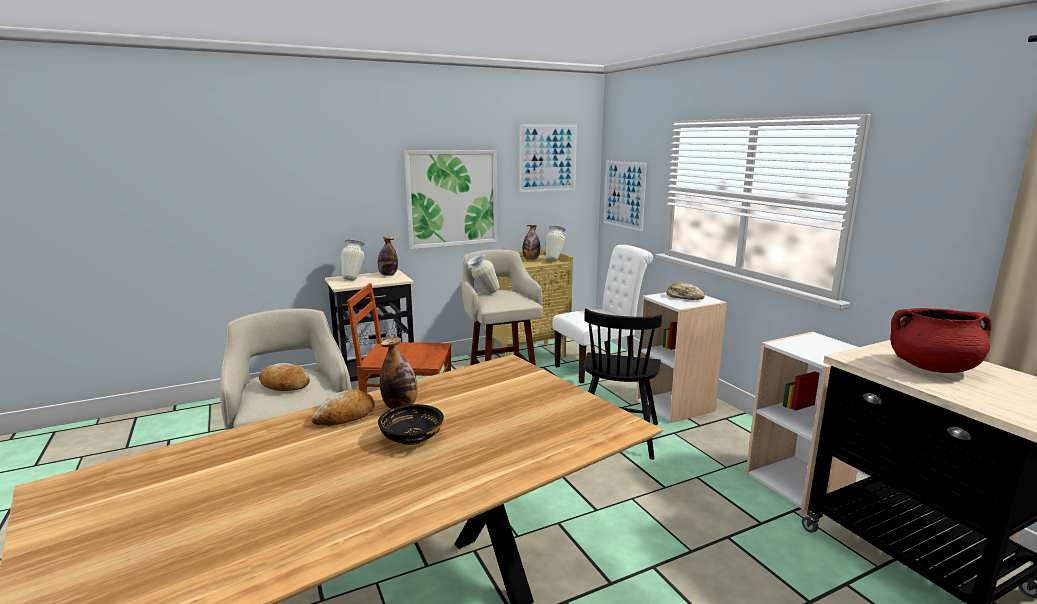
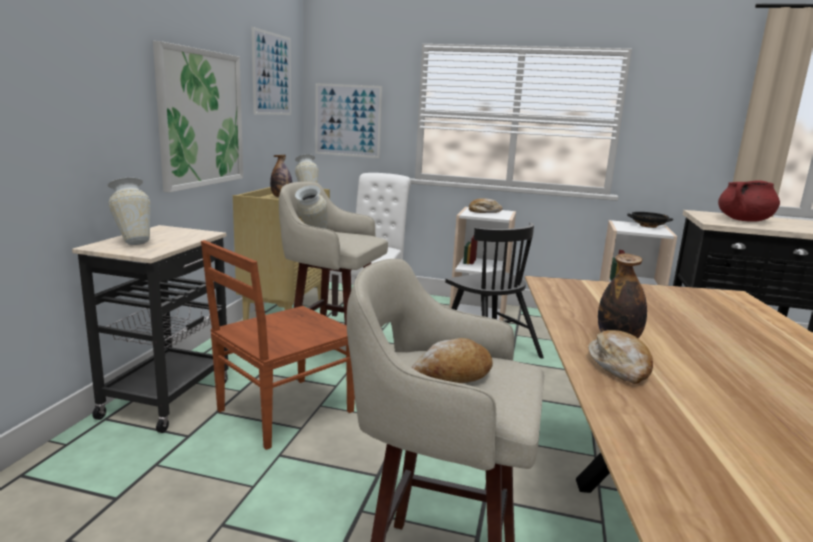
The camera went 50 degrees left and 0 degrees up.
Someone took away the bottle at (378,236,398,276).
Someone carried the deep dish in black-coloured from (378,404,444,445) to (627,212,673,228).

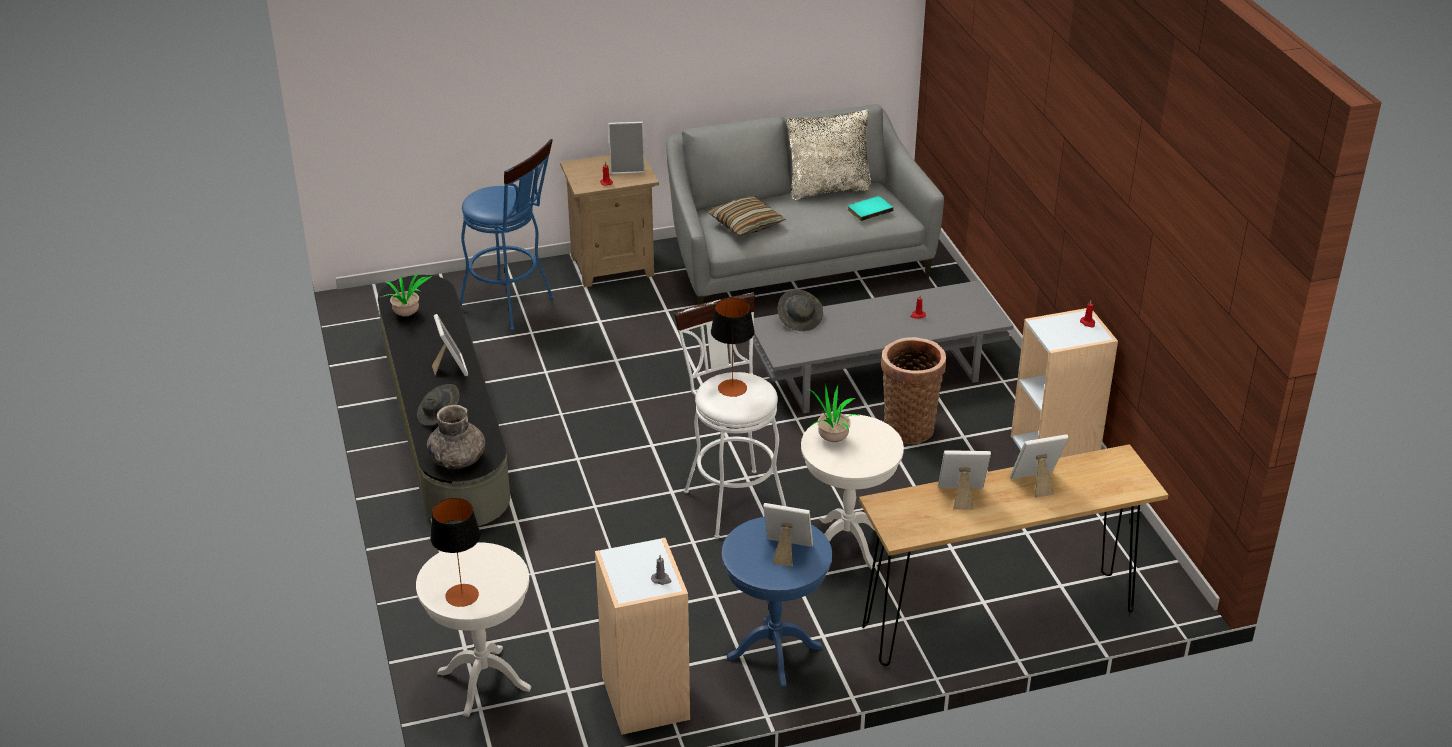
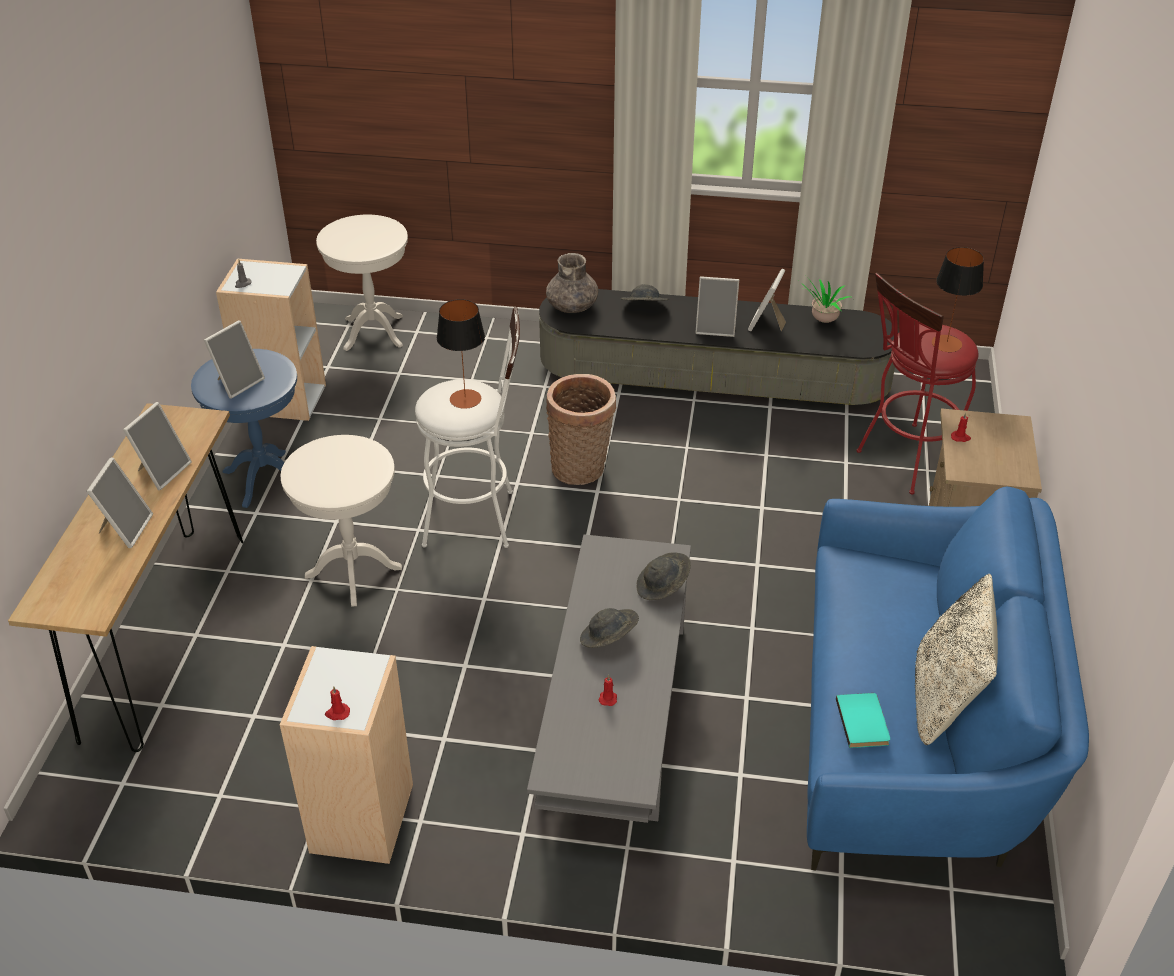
The camera went 115 degrees right and 5 degrees up.
Someone repainted the sofa in gray at (666,104,944,305), which became the sofa in bluish at (807,487,1089,870).
Someone carried the standing frame from (608,122,645,174) to (748,269,786,331).
Someone repainted the stool in bluish at (460,139,554,330), which became the stool in red at (856,273,978,494).
Someone took away the pillow at (708,196,786,236).
Someone carried the storage basket from (881,337,946,444) to (546,374,616,485).
Someone took away the plant in a pot at (808,383,859,442).
Someone carried the table lamp from (430,498,481,607) to (932,247,984,352).
Someone put down the wearable hat in gray at (580,608,639,648).

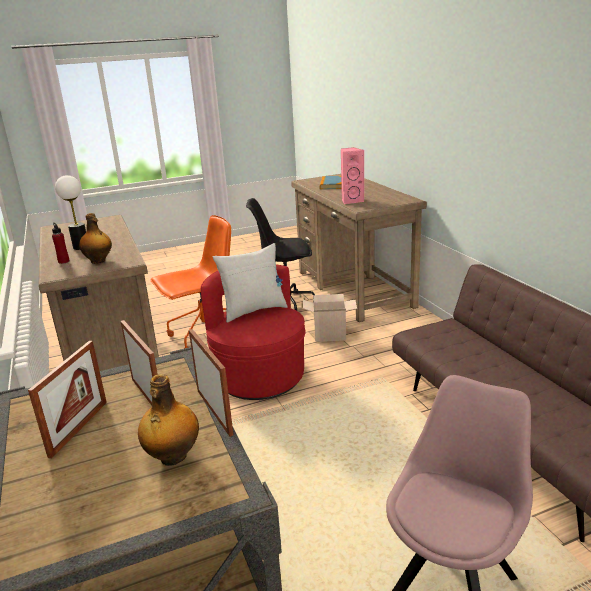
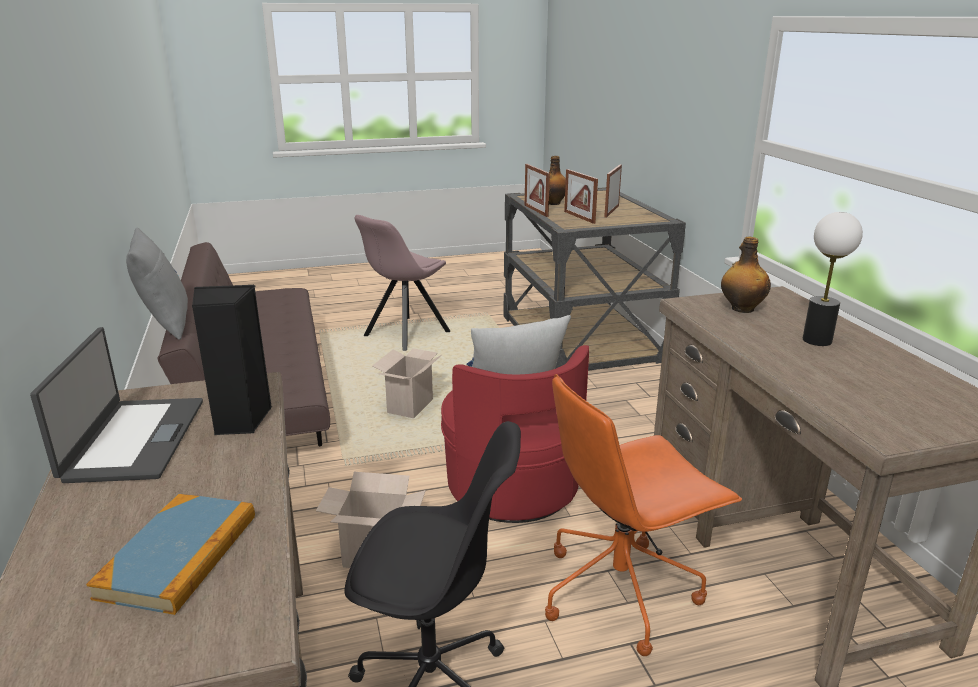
The camera went 175 degrees left and 0 degrees up.
Someone repainted the speaker in pink-coloured at (341,147,364,204), which became the speaker in black-coloured at (192,284,272,435).
Someone took away the bottle in red at (52,222,70,264).
Someone put down the pillow in gray at (126,227,188,340).
Someone put down the notebook computer at (30,327,203,483).
Someone put down the packing box at (372,348,442,418).

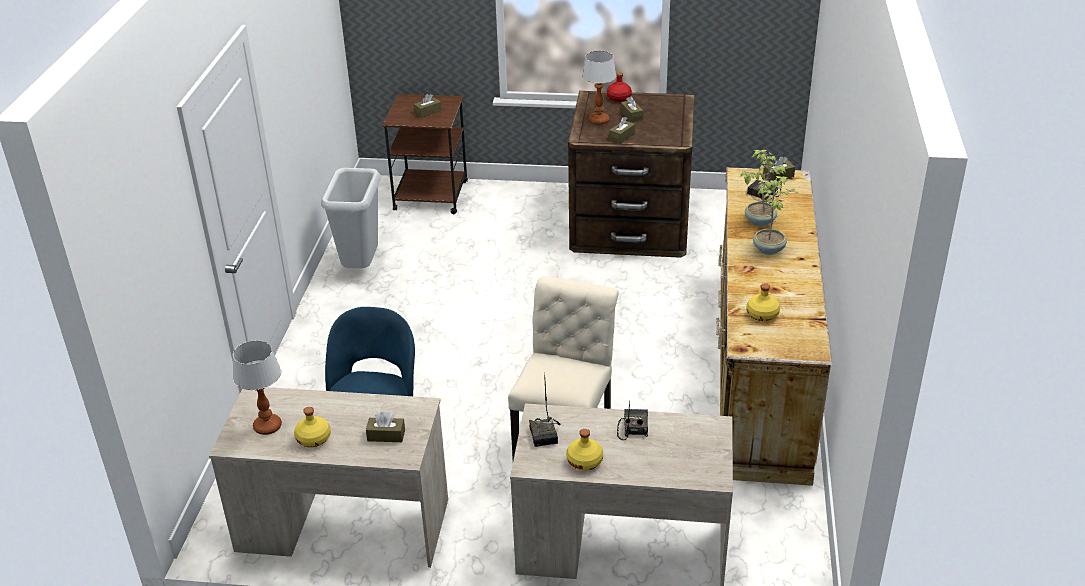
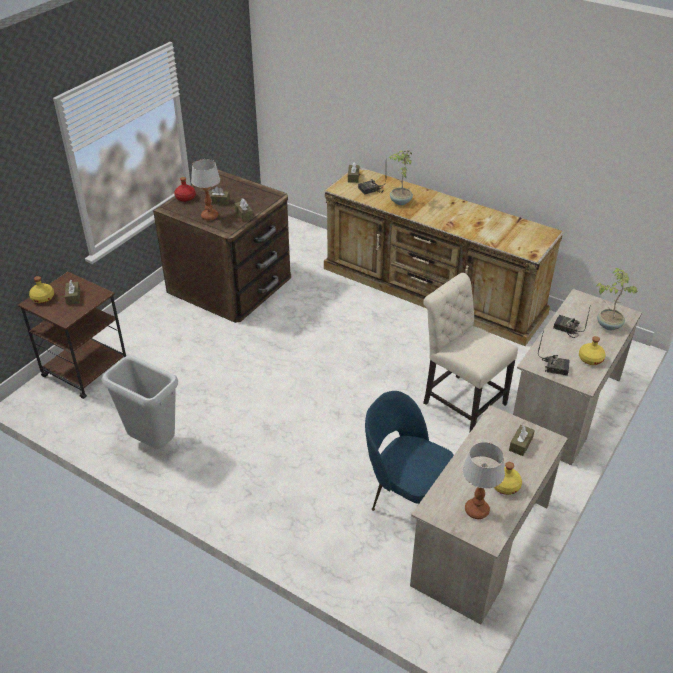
The camera went 65 degrees left and 5 degrees up.
Someone carried the plant in a pot from (753,176,797,255) to (596,268,638,330).
Someone carried the bottle in yellowish from (746,283,780,321) to (29,276,54,303).

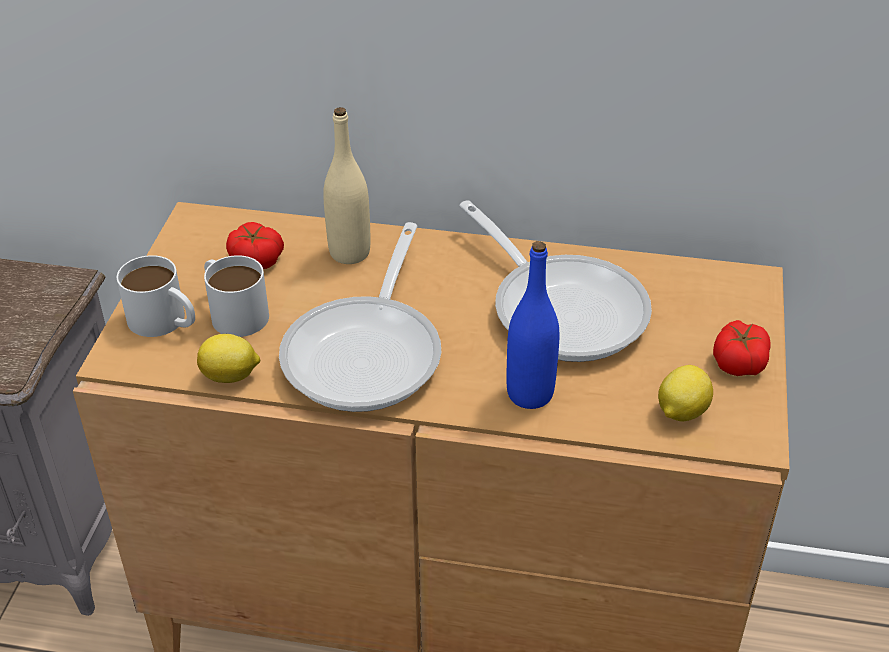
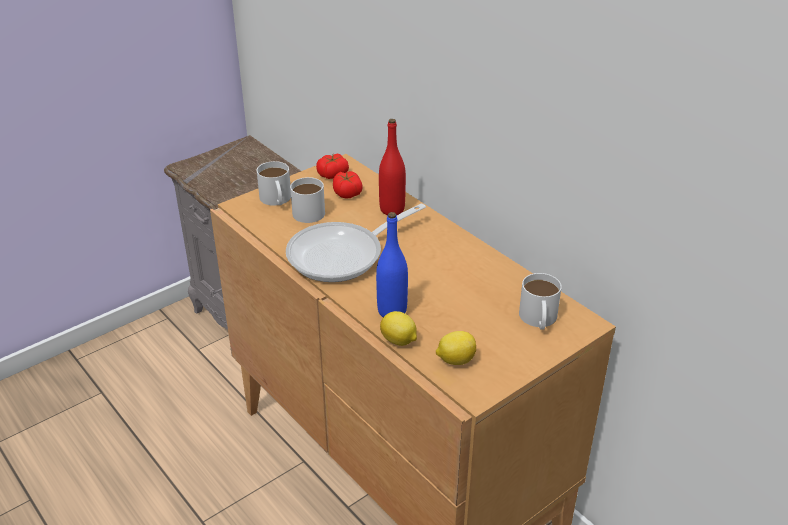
The camera went 40 degrees right and 5 degrees down.
Someone repainted the bottle in beige-coloured at (323,107,370,264), which became the bottle in red at (379,119,406,215).
Someone took away the skillet at (459,200,652,362).
Someone carried the whole tomato from (713,320,771,376) to (316,154,349,179).
Someone carried the lemon from (197,334,260,383) to (380,311,417,346).
Someone put down the coffee mug in white at (519,273,562,330).

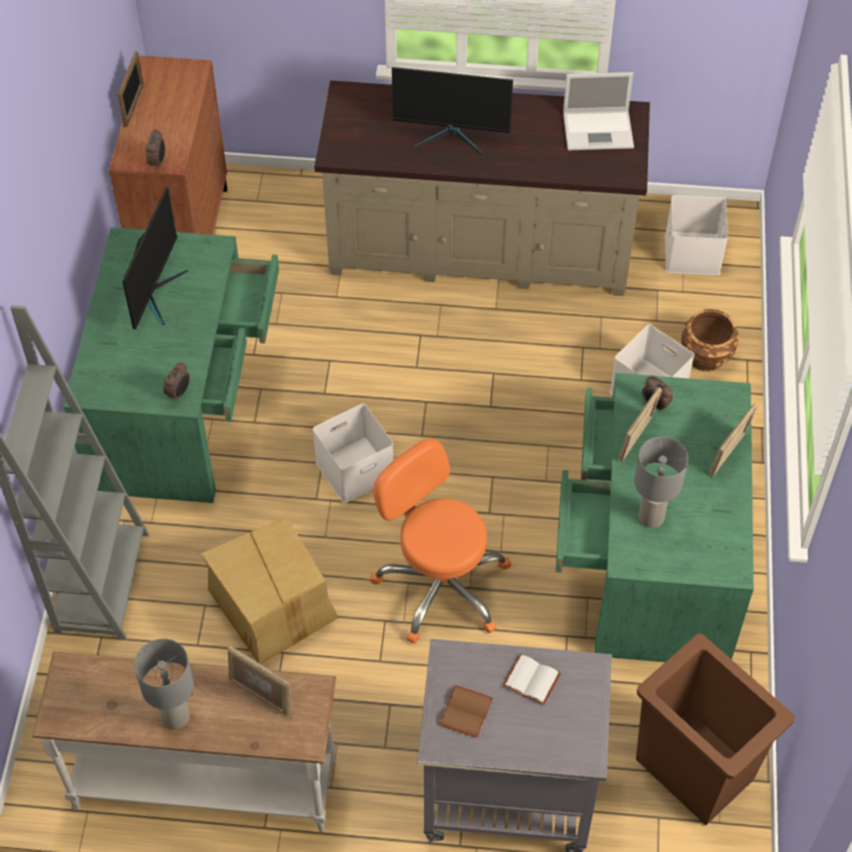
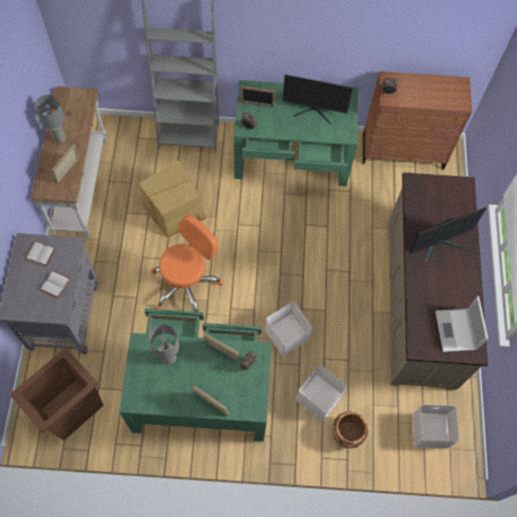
The camera went 85 degrees right and 10 degrees up.
Someone carried the standing frame from (117,51,144,127) to (240,86,275,107).
Someone rotated the computer display at (392,67,513,155) by 120 degrees counterclockwise.
Someone carried the storage bin in white from (313,403,393,503) to (265,302,312,356).
Someone repainted the book in brownish at (439,685,493,738), which became the book in white at (25,241,55,266).

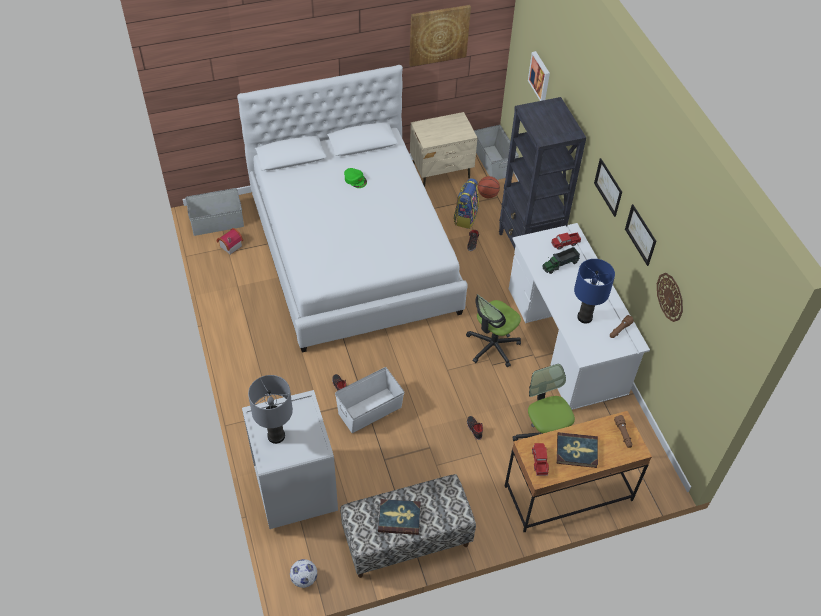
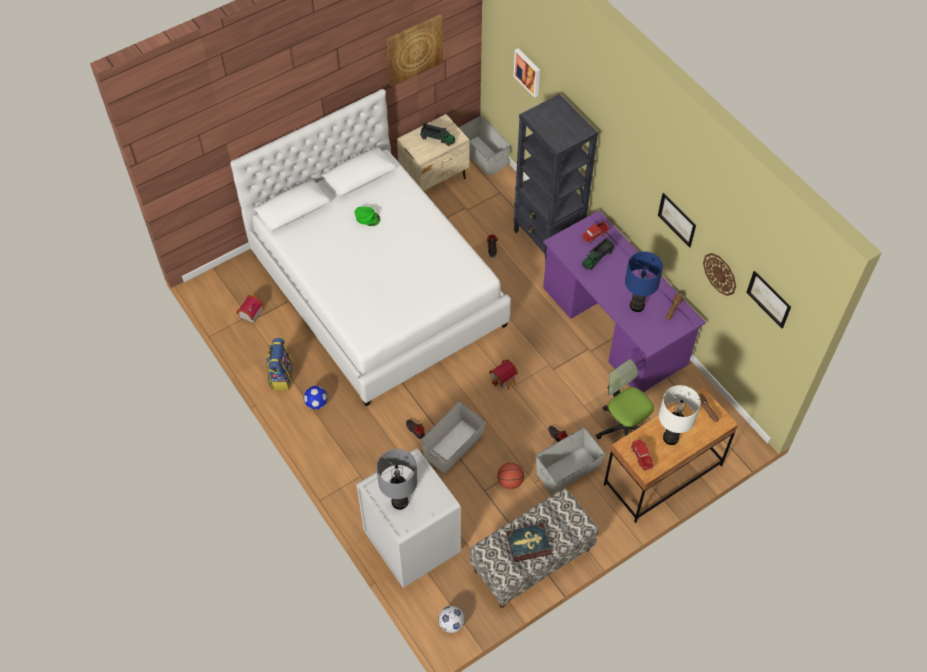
The camera went 15 degrees left and 5 degrees up.
Someone carried the picture from (594,158,622,217) to (746,271,791,328).
Someone carried the ball for basketball from (478,176,500,198) to (497,463,524,489).
Someone carried the knapsack from (453,178,479,229) to (266,338,293,390).
Someone carried the storage bin in gray from (186,188,244,236) to (536,427,605,494).
Someone repainted the desk in white at (509,223,650,410), which became the desk in purple-coloured at (543,211,706,393).
Someone took away the computer chair at (466,294,521,367).
Someone swapped the book at (557,432,598,468) for the table lamp in white at (659,385,701,445).
Someone put down the model truck at (420,124,455,146).
Someone put down the model house at (489,359,518,390).
Someone put down the football at (304,386,327,409).

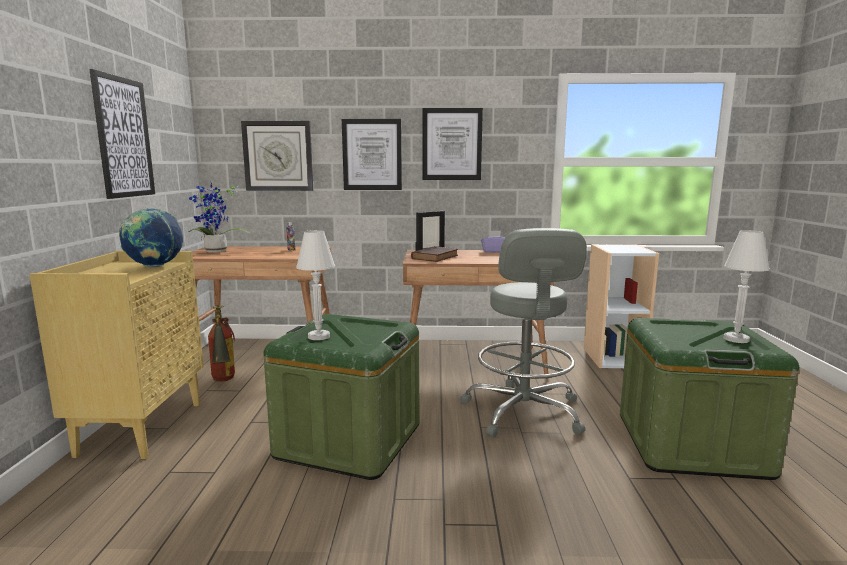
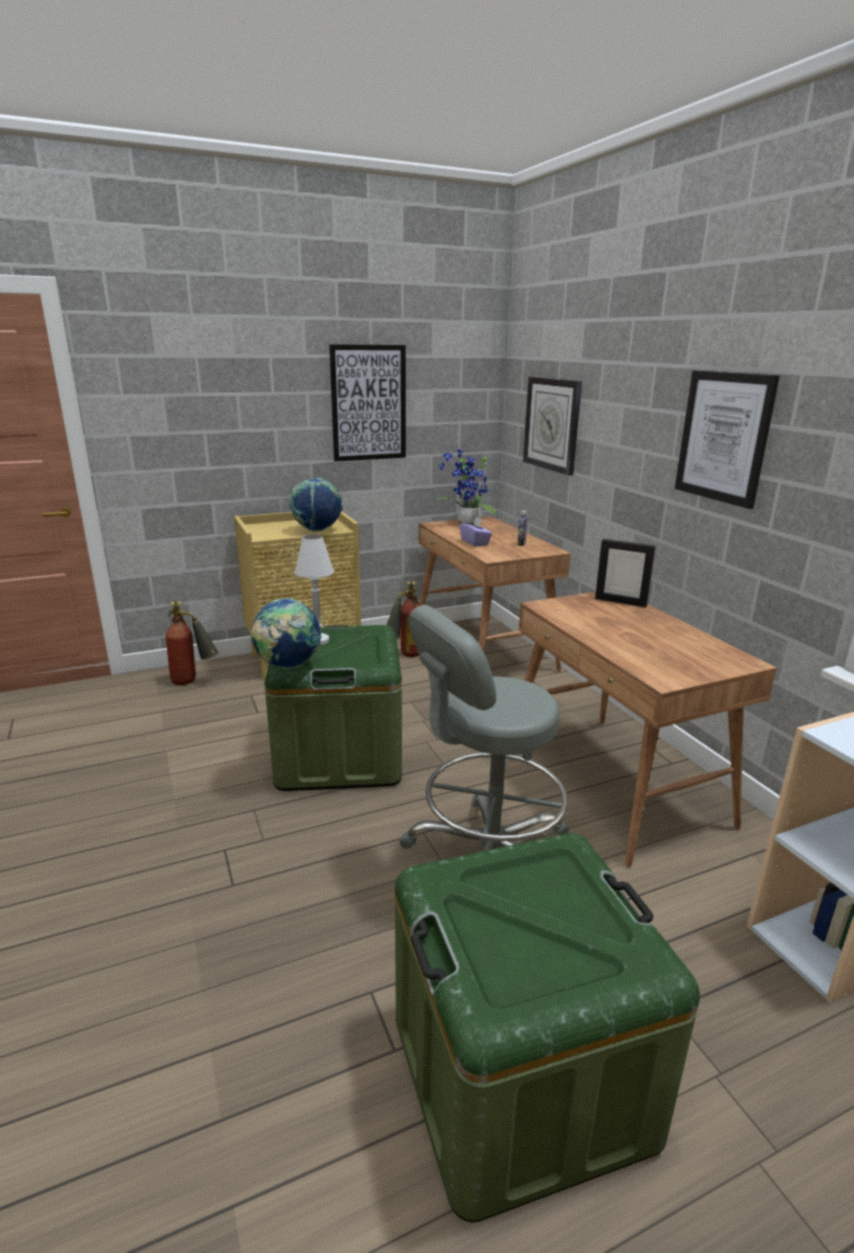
The camera went 65 degrees right and 10 degrees up.
Someone took away the picture at (342,119,402,190).
Someone carried the box of tissues in purple-coloured from (481,230,505,253) to (459,517,492,547).
Someone took away the table lamp in white at (724,230,770,343).
Someone took away the book in brownish at (411,246,458,262).
Someone put down the desk globe at (251,598,322,669).
Someone put down the fire extinguisher at (166,601,219,685).

